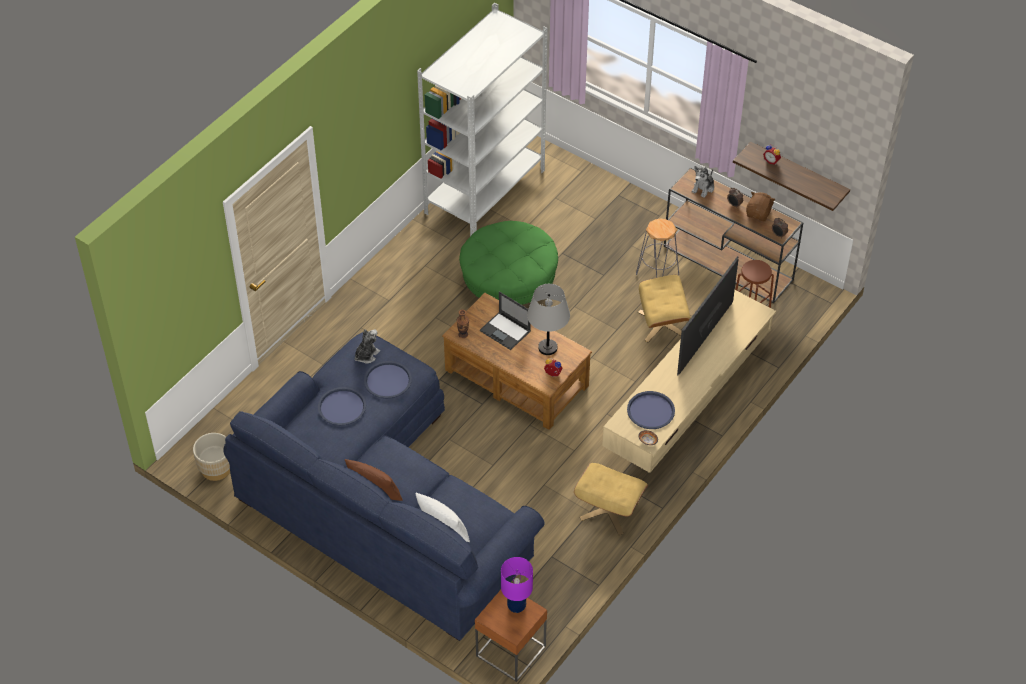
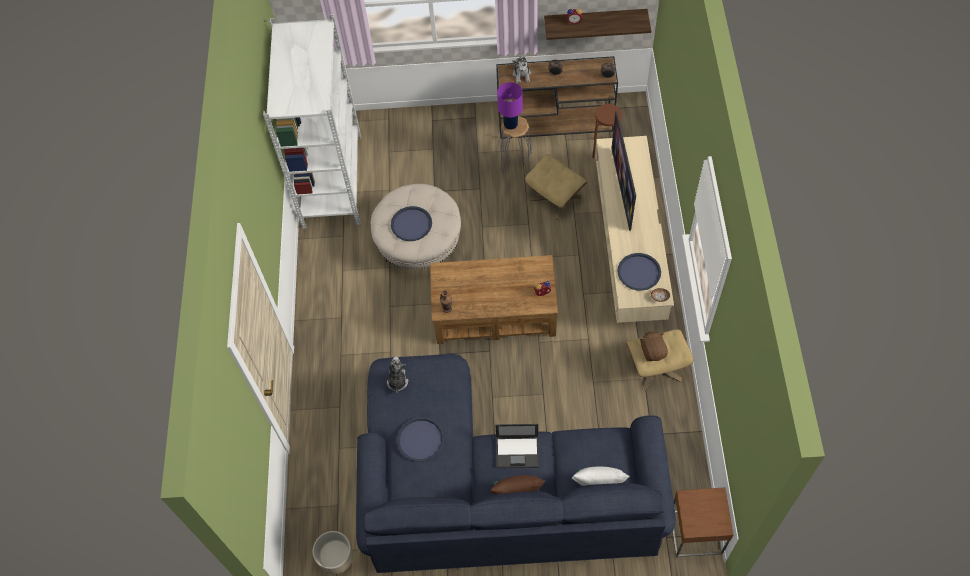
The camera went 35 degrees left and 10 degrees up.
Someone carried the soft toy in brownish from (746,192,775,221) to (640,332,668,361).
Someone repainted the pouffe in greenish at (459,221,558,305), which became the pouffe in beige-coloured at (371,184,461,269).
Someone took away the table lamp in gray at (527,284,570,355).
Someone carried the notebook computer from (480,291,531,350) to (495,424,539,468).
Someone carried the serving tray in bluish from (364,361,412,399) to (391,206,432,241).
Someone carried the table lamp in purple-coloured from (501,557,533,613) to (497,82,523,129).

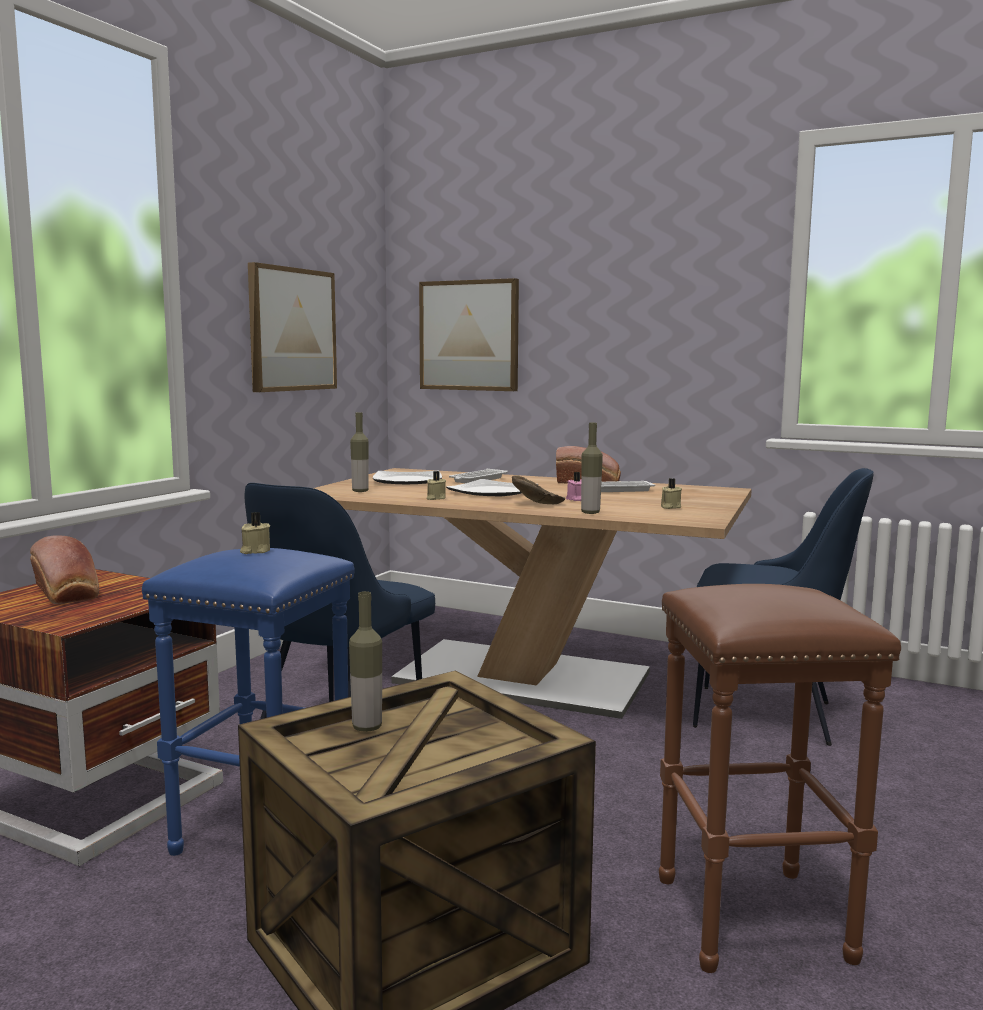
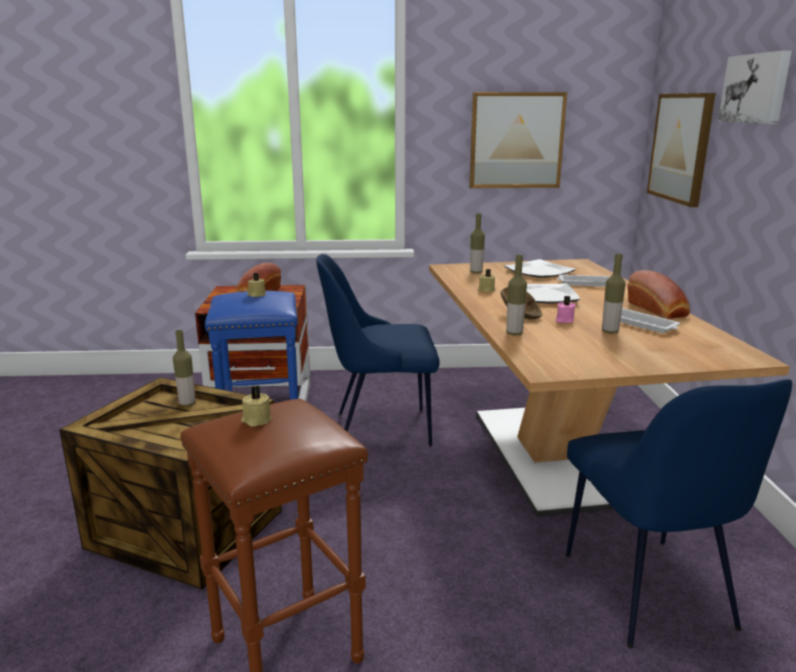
The camera went 60 degrees right and 10 degrees up.
Someone carried the wax light in beige-coloured from (661,478,682,509) to (241,385,272,427).
Someone put up the picture at (718,50,792,124).
Someone put down the bottle at (602,254,626,334).

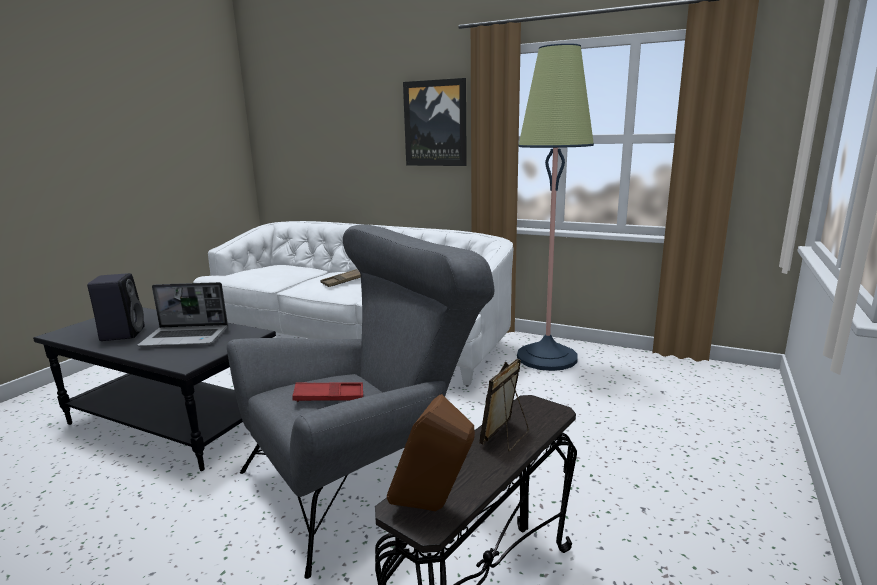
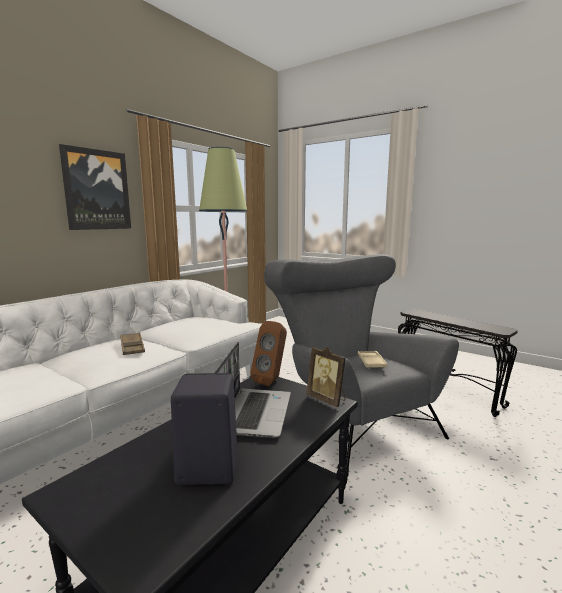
The camera went 80 degrees left and 5 degrees down.
Someone carried the standing frame from (479,359,529,451) to (306,347,346,407).
Someone repainted the serving tray in red at (292,383,363,402), which became the serving tray in beige-coloured at (358,351,387,369).
Someone carried the speaker in brownish from (387,394,475,511) to (250,321,287,386).

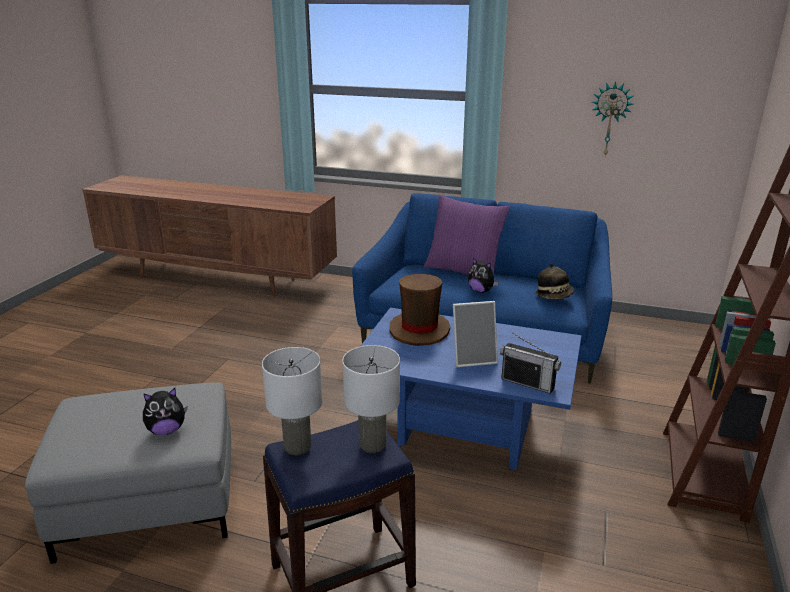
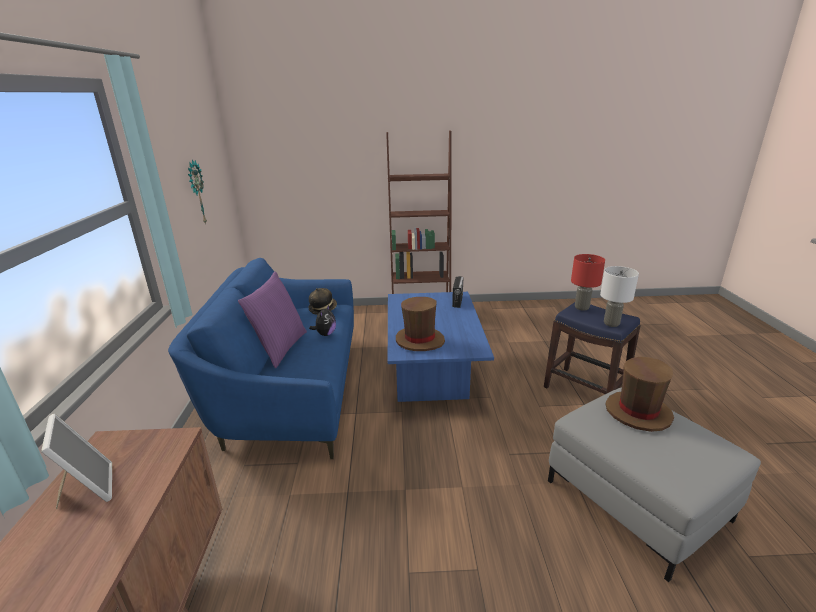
The camera went 110 degrees left and 0 degrees up.
Someone carried the standing frame from (453,301,498,367) to (41,414,112,509).
Someone repainted the table lamp in white at (343,345,400,453), which became the table lamp in red at (571,254,605,311).
Someone swapped the soft toy at (143,388,187,435) for the wearable hat in brownish at (605,357,674,432).

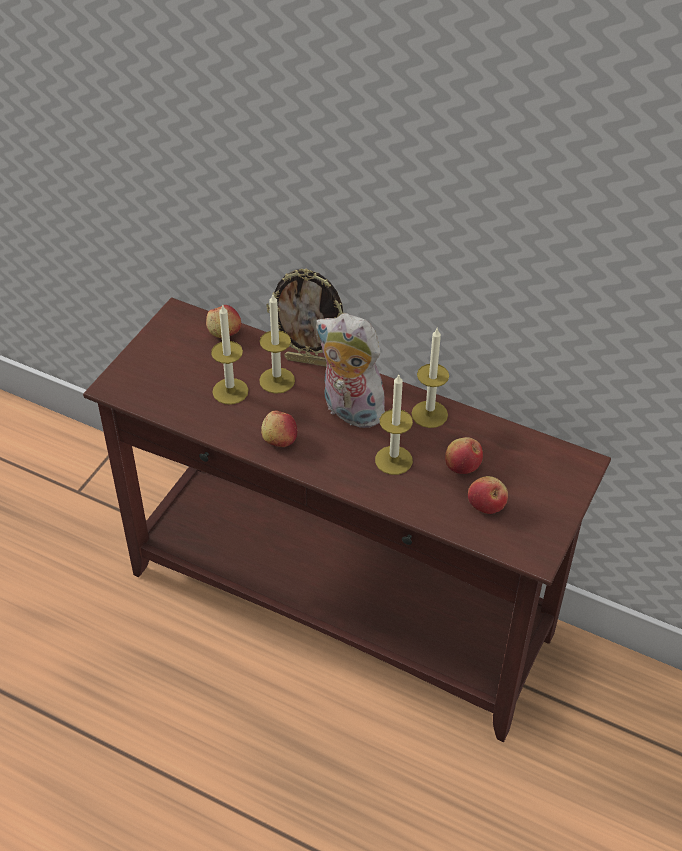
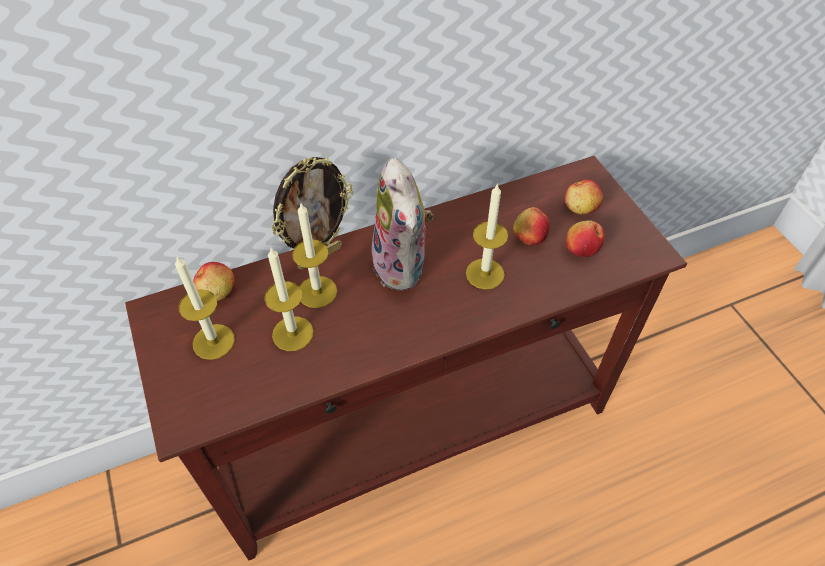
The camera went 50 degrees left and 5 degrees up.
Someone rotated the soft toy at (316,313,385,429) by 90 degrees counterclockwise.
Someone carried the wax light from (411,327,449,428) to (175,255,235,360).
Someone carried the apple from (261,410,297,447) to (565,179,603,215).

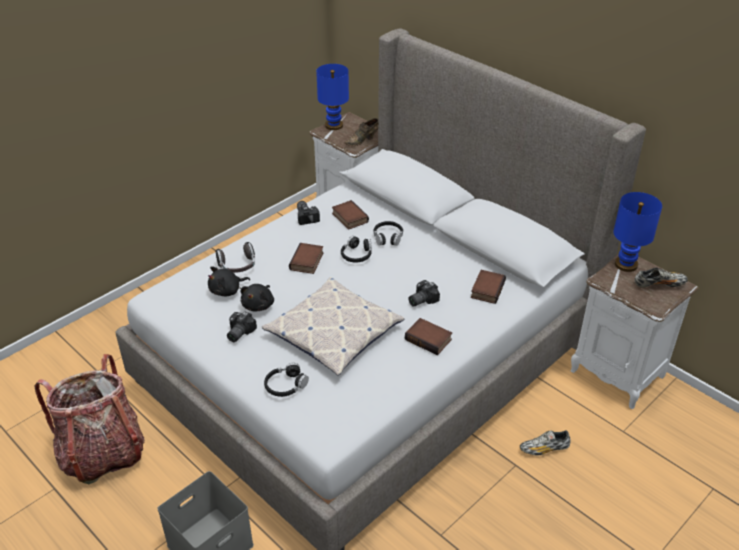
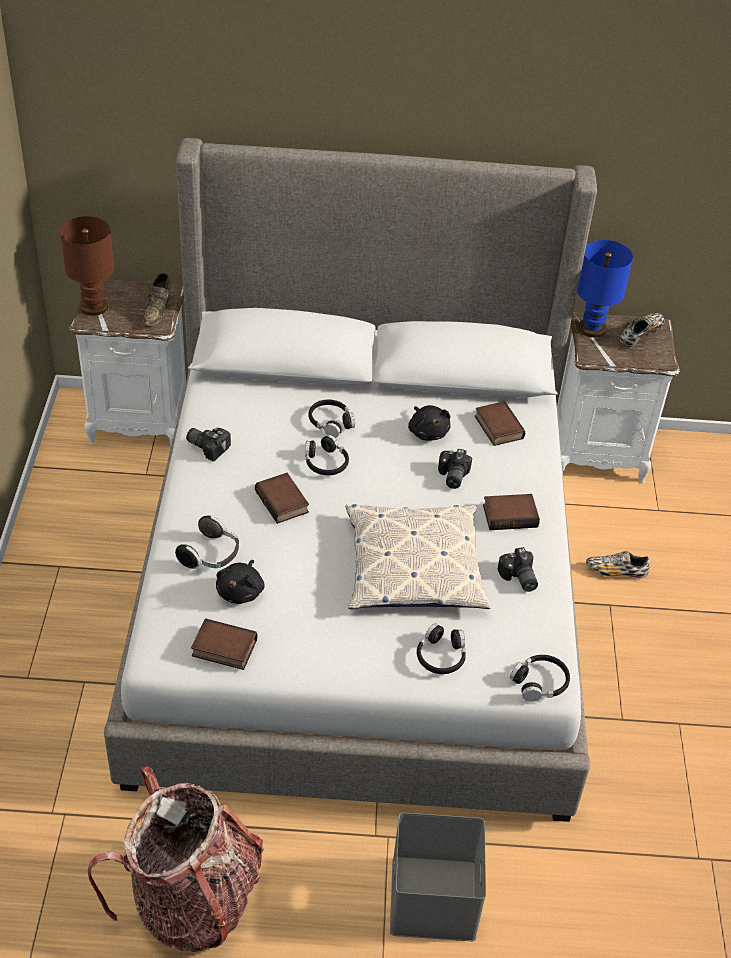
The camera went 45 degrees left and 5 degrees up.
Someone repainted the table lamp in bluish at (316,64,349,130), which became the table lamp in brownish at (60,216,114,316).
Someone carried the book from (332,200,369,230) to (191,618,257,670).
Someone carried the soft toy in black-coloured from (241,284,274,312) to (408,405,451,441).
Someone carried the photo camera from (227,312,257,342) to (498,547,538,592).
Someone rotated the item of footwear at (520,430,571,455) by 60 degrees clockwise.
Someone put down the headphones in black-coloured at (510,655,570,702).

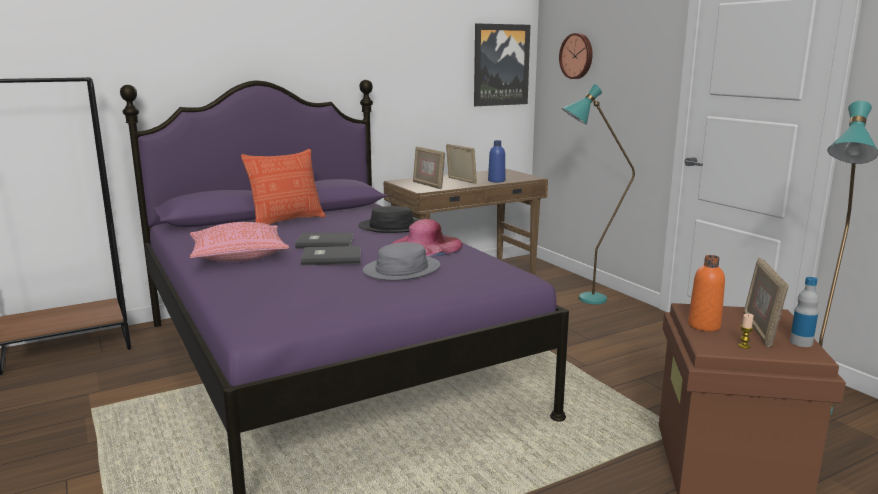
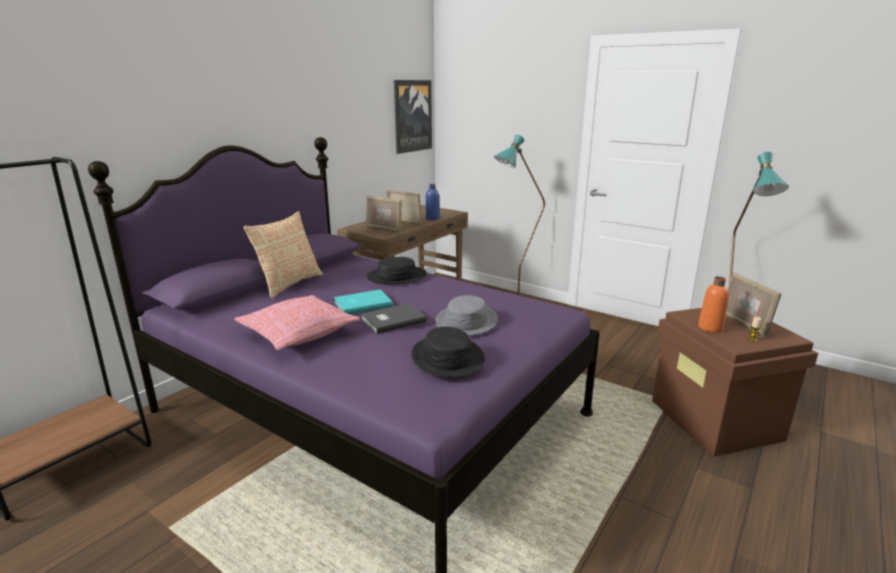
The camera went 25 degrees left and 5 degrees up.
Someone took away the wall clock at (559,33,593,79).
Someone repainted the pillow in orange at (241,149,325,225), which became the pillow in beige-coloured at (244,211,323,299).
Someone took away the wearable hat in pink-coloured at (392,219,463,257).
Someone repainted the book in gray at (295,233,354,249), which became the book in turquoise-coloured at (334,289,393,314).
Someone took away the bottle at (790,277,819,347).
Someone put down the wearable hat in black-coloured at (412,327,485,378).

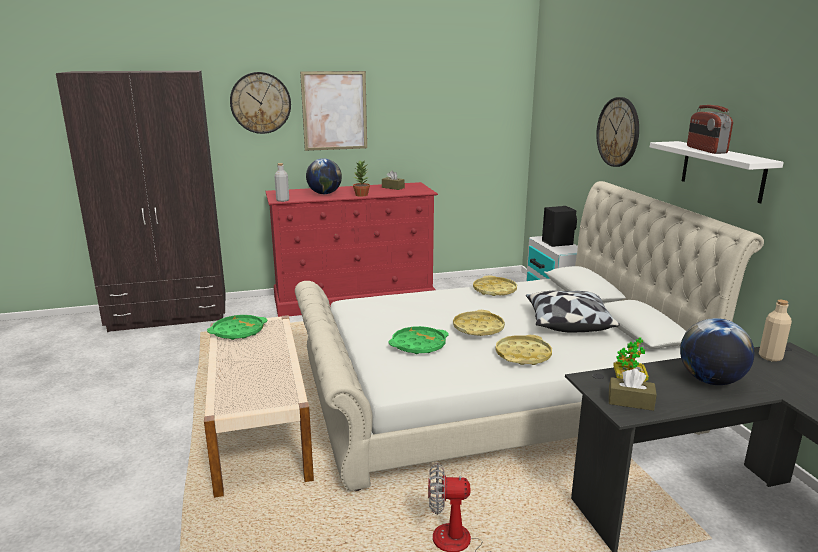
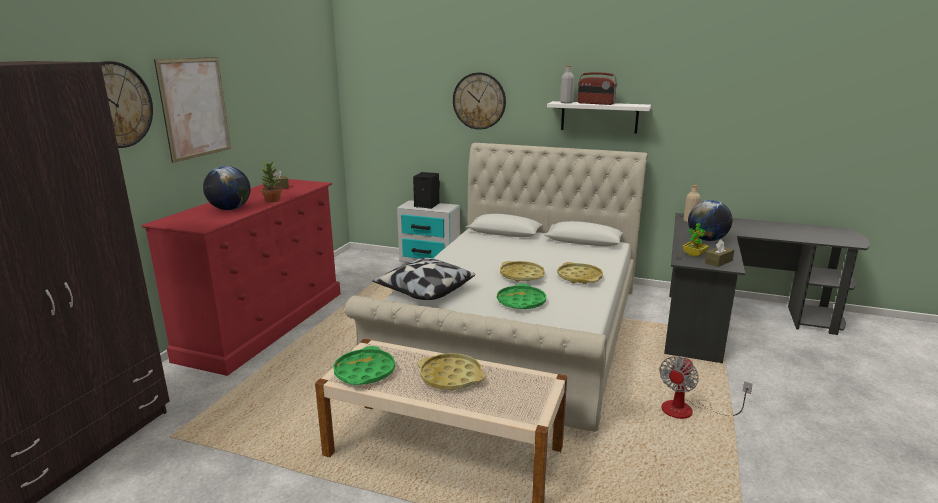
The camera went 55 degrees left and 0 degrees up.
Someone carried the bottle in gray from (275,163,289,202) to (560,65,575,103).
Someone carried the serving tray in yellowish from (473,276,517,296) to (418,353,485,391).
Someone carried the pillow from (526,291,620,333) to (372,258,475,300).

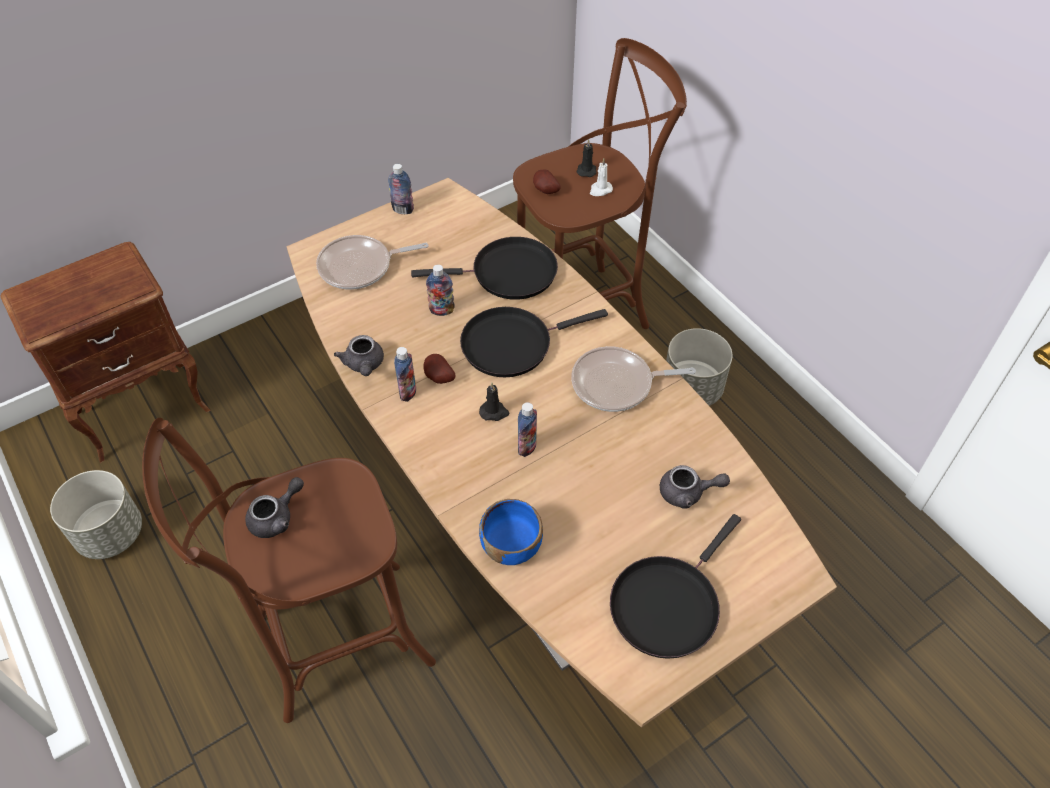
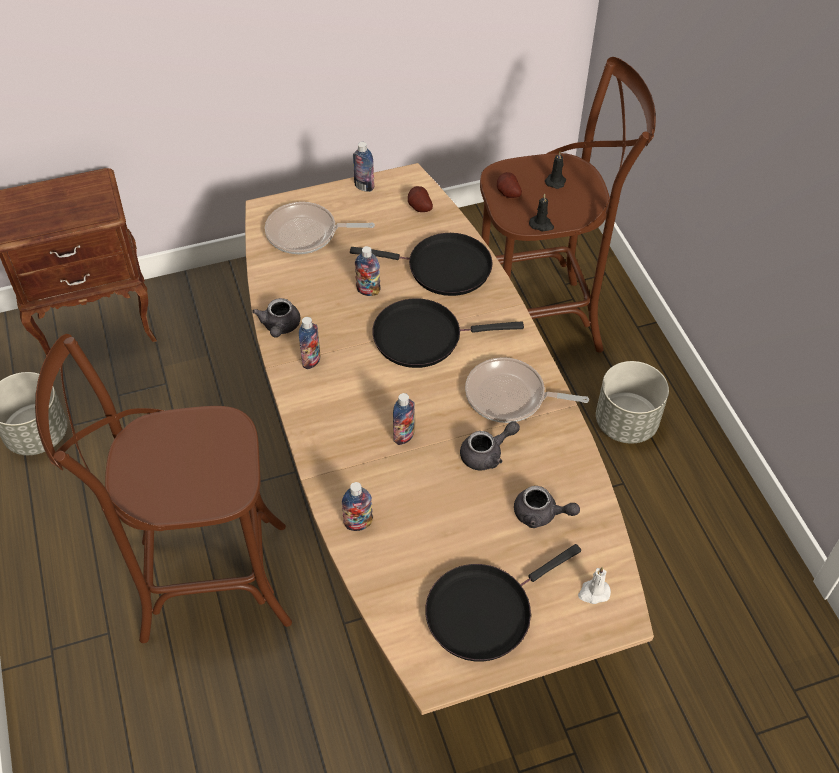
The camera went 15 degrees right and 0 degrees up.
Someone carried the wax light in white from (590,158,613,196) to (578,567,611,604).
Someone carried the spud from (423,354,456,384) to (408,186,433,212).
Someone carried the wax light in black-coloured from (479,383,510,421) to (529,194,554,231).
Someone carried the pot for tea in gray from (245,477,304,538) to (460,421,520,470).
Someone swapped the deep dish in bluish at (479,499,543,565) for the bottle at (342,482,373,531).

